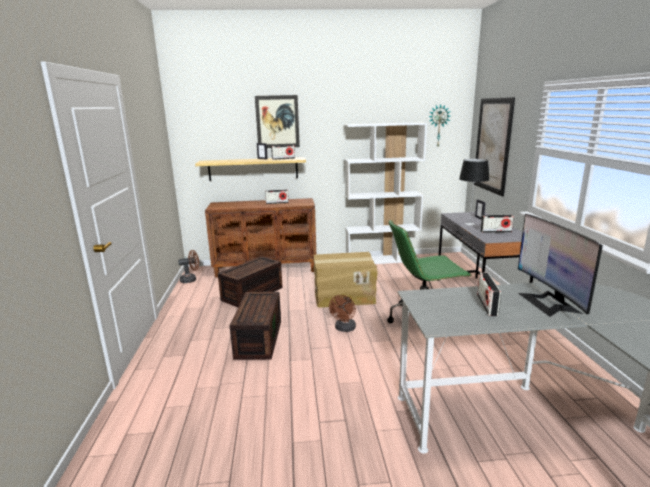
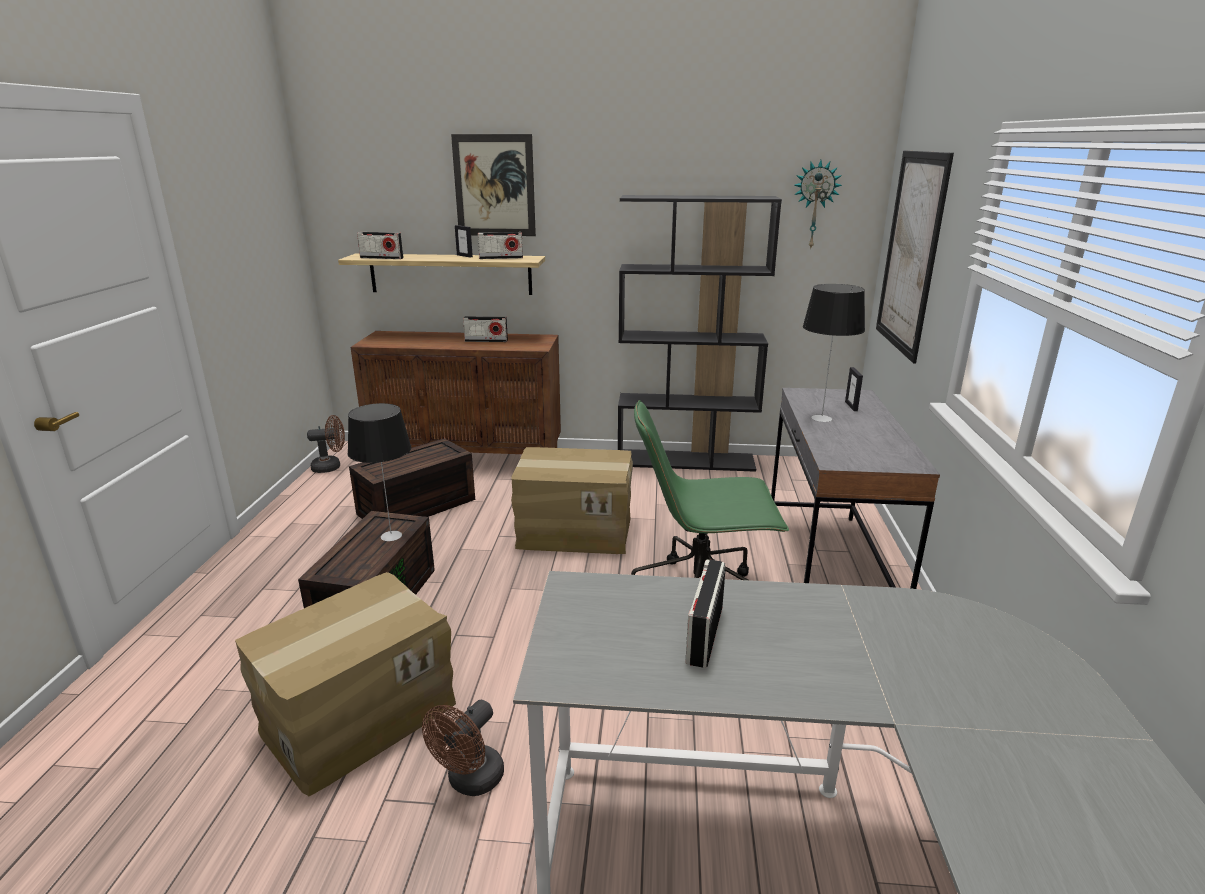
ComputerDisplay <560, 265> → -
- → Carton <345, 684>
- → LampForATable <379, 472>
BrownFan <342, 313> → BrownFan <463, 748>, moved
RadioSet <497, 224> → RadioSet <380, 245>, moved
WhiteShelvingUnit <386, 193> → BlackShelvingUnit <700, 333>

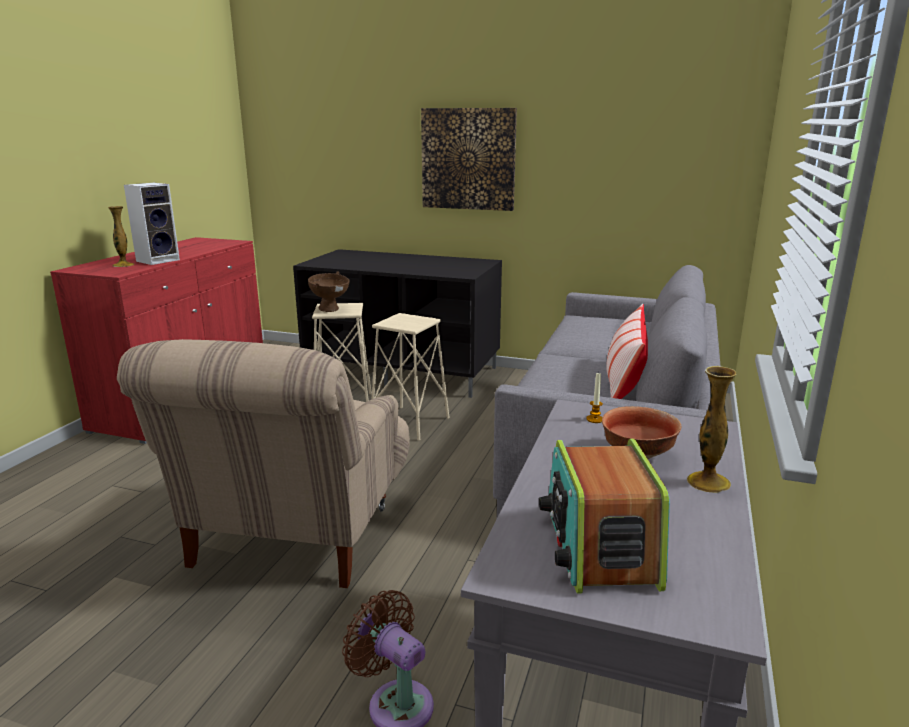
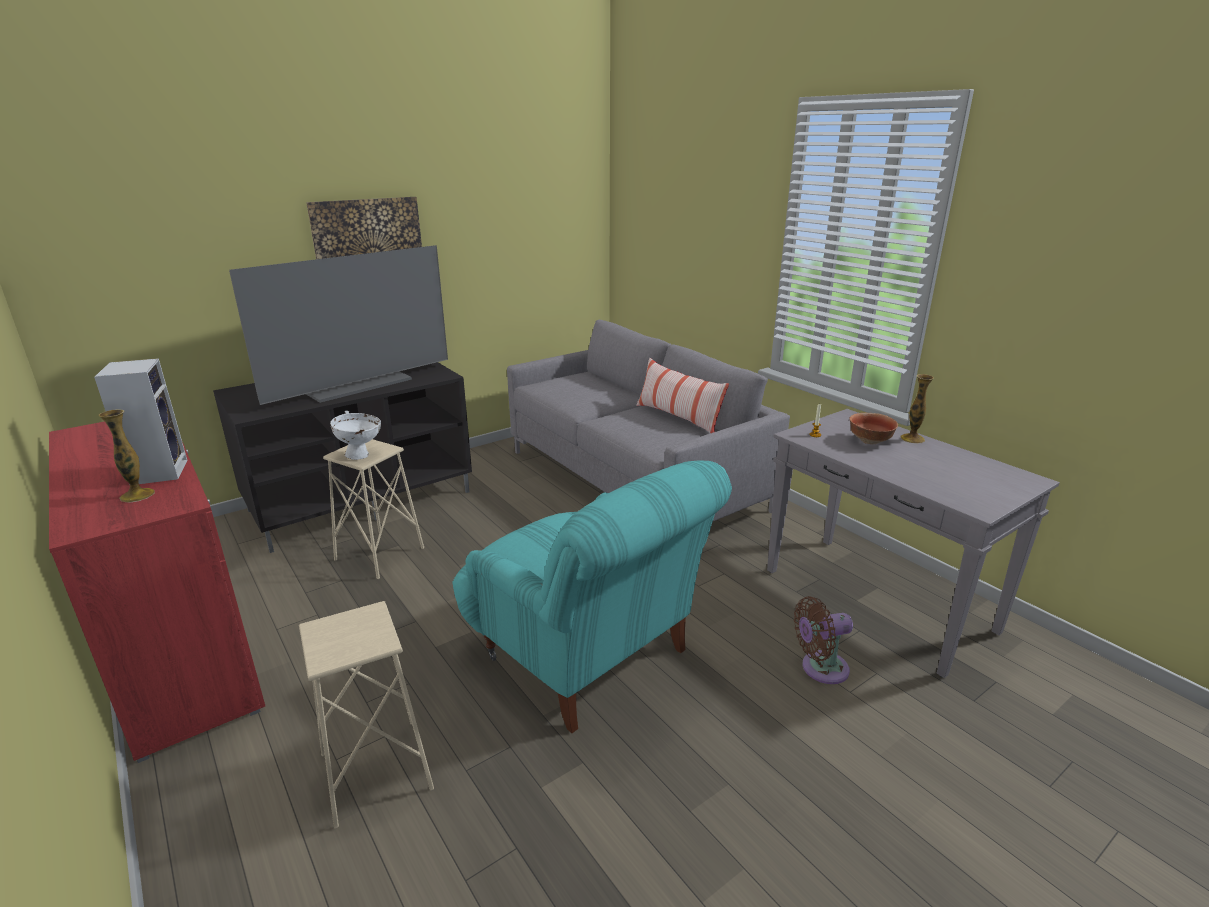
RadioSet <604, 516> → -
- → TvSet <338, 325>
BeigeStool <411, 376> → BeigeStool <366, 715>, moved
BeigeLoungeChair <263, 463> → TurquoiseColouredLoungeChair <592, 597>
BrownDeepDish <329, 292> → WhiteDeepDish <355, 435>

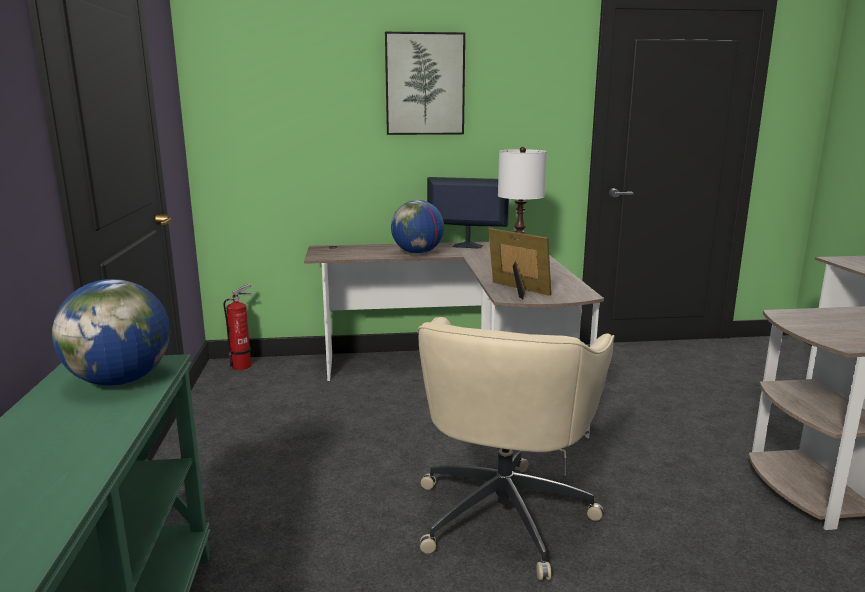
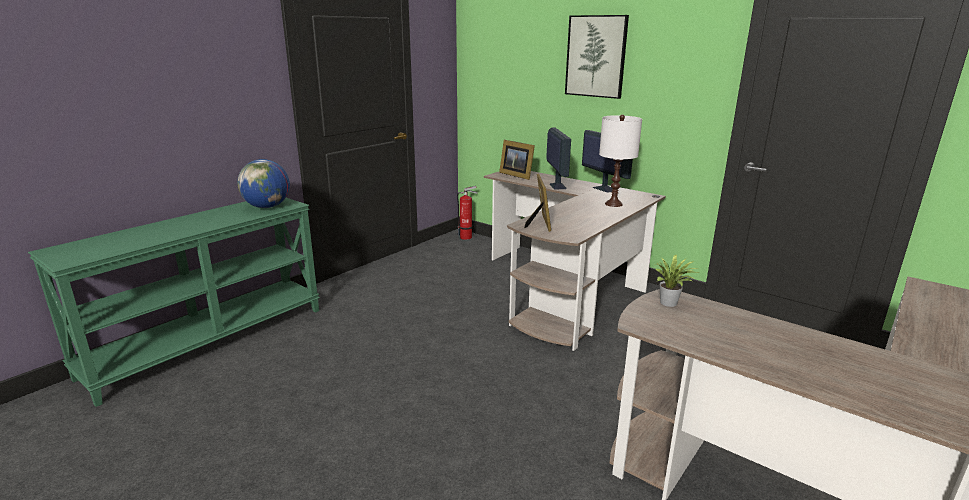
BeigeDeskChair <516, 448> → -
- → StandingFrame <517, 160>
- → Houseplant <676, 281>
Globe <417, 227> → ComputerDisplay <558, 158>

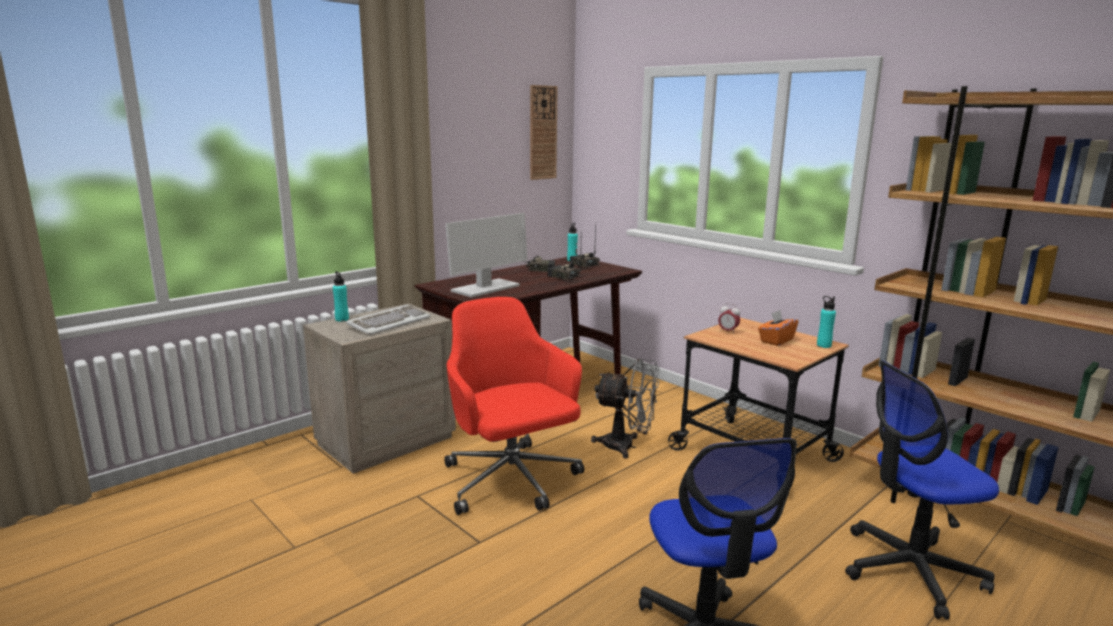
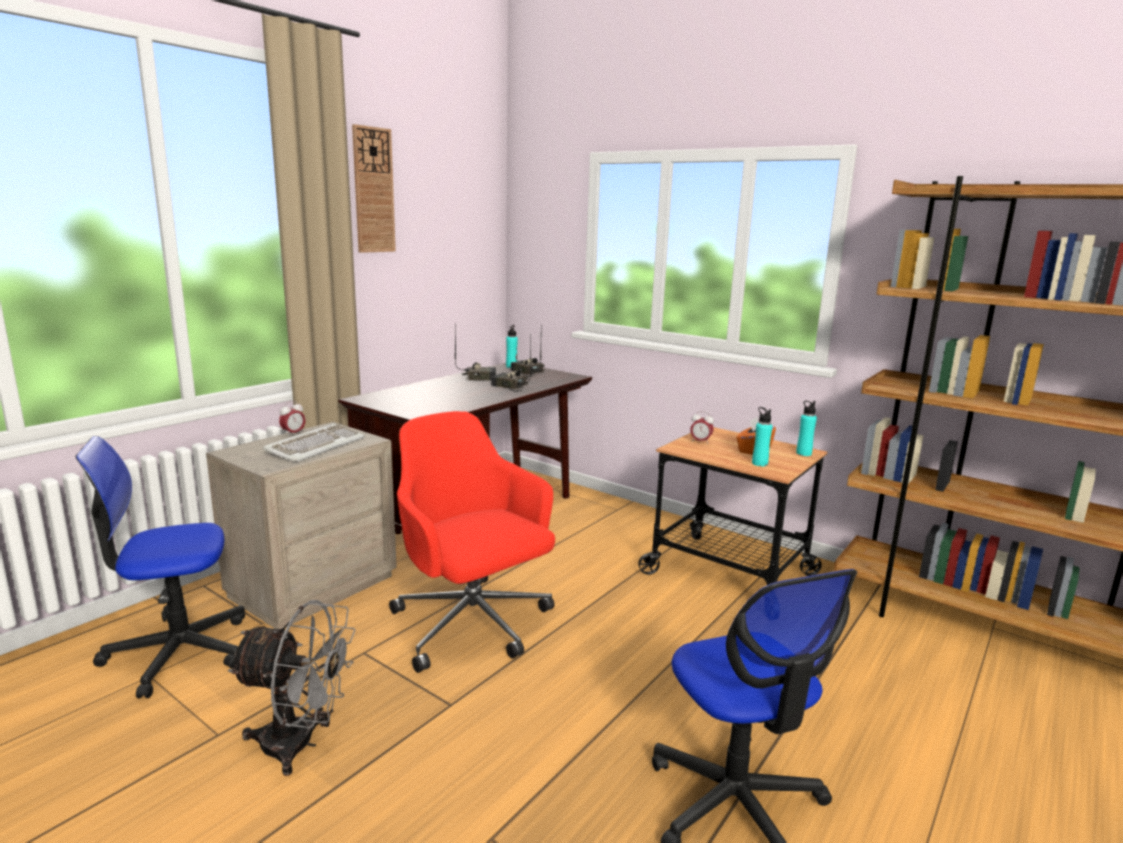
ComputerDisplay <486, 255> → -
- → BedsideClock <292, 419>
TurquoiseColouredBeverageBottle <341, 296> → TurquoiseColouredBeverageBottle <762, 436>, moved
HangingClock <544, 132> → HangingClock <374, 188>, moved
GrayFan <625, 408> → GrayFan <291, 688>, moved
DeskChair <922, 490> → DeskChair <160, 567>, moved

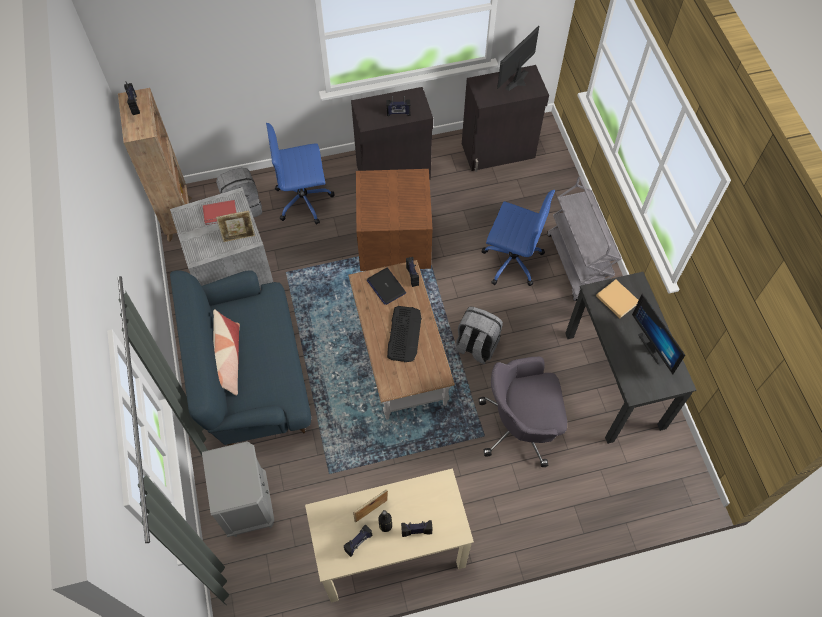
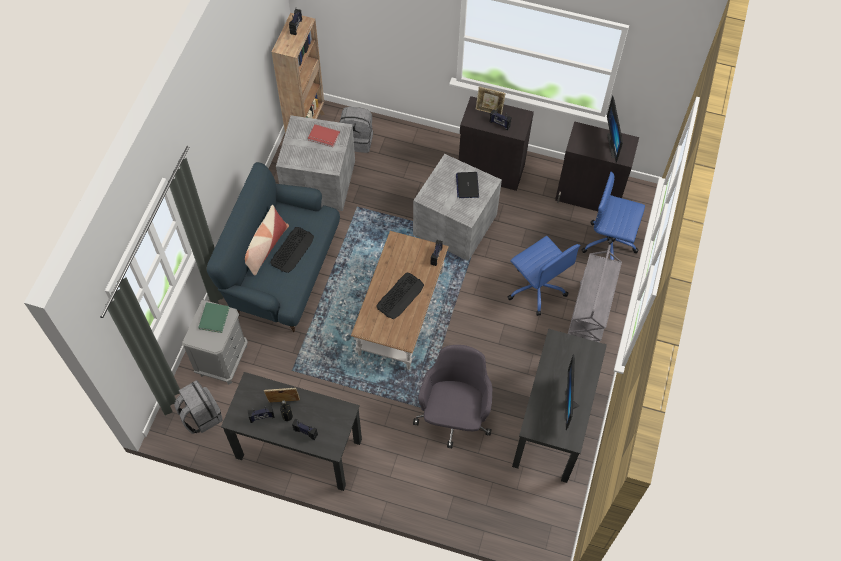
BeigeBook <617, 298> → -
- → GreenBook <213, 317>
- → ComputerKeyboard <292, 250>
StandingFrame <235, 226> → StandingFrame <491, 100>, moved
BluishDeskChair <300, 174> → BluishDeskChair <613, 216>, moved
PortableComputer <386, 286> → PortableComputer <467, 185>, moved
GrayRucksack <479, 335> → GrayRucksack <198, 407>, moved
BeigeDeskTable <389, 535> → BlackDeskTable <291, 431>
BrownStorageContainer <394, 220> → GrayStorageContainer <457, 207>
GrayDeskChair <523, 412> → GrayDeskChair <452, 396>, 75 degrees clockwise
ComputerDisplay <518, 58> → ComputerDisplay <615, 129>, 75 degrees counterclockwise

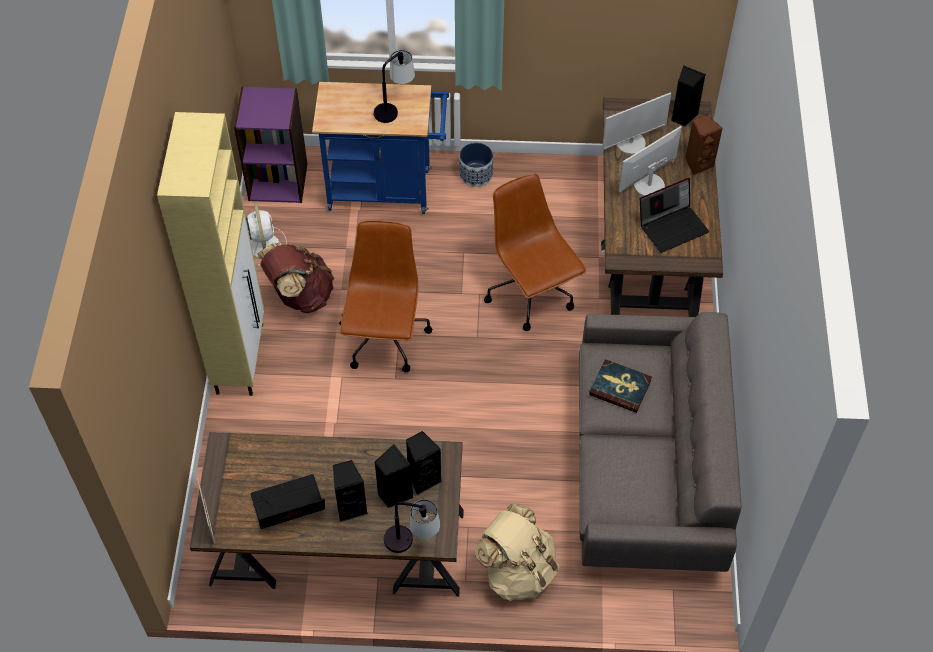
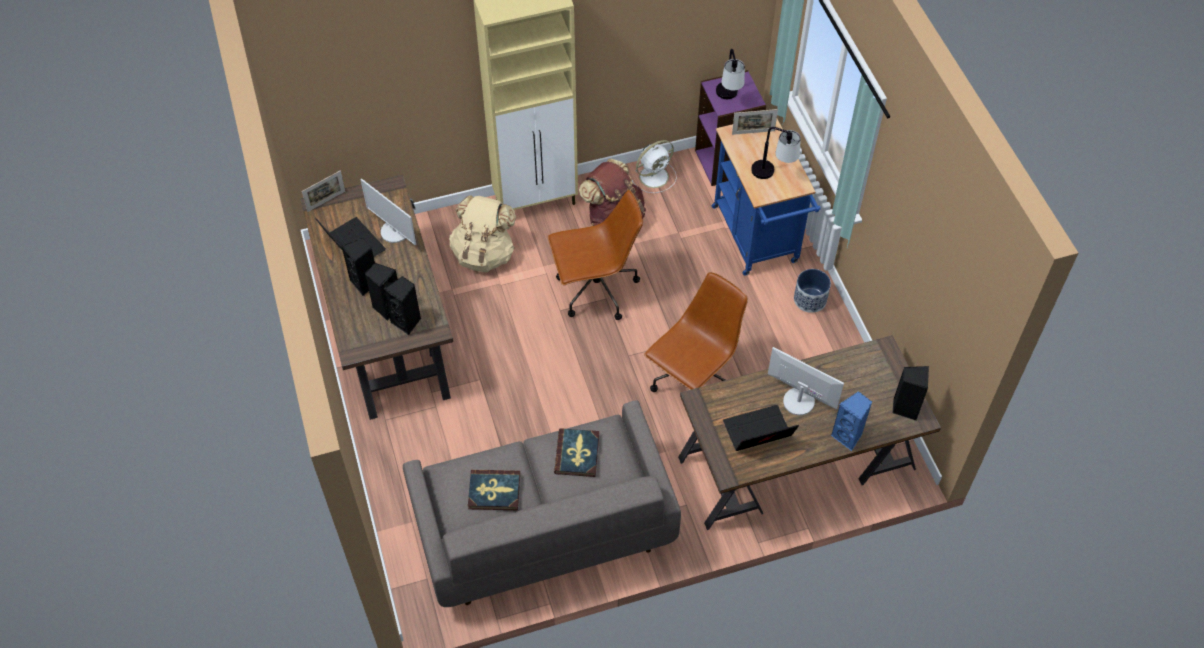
- → Book <494, 490>
- → StandingFrame <755, 122>
LampForATable <412, 526> → LampForATable <730, 74>, moved
BeigeRucksack <517, 552> → BeigeRucksack <482, 233>, moved
ComputerDisplay <636, 123> → ComputerDisplay <388, 212>, moved
BrownAudioSpeaker <704, 145> → BluishAudioSpeaker <851, 421>
PortableComputer <674, 215> → PortableComputer <761, 428>, 120 degrees clockwise

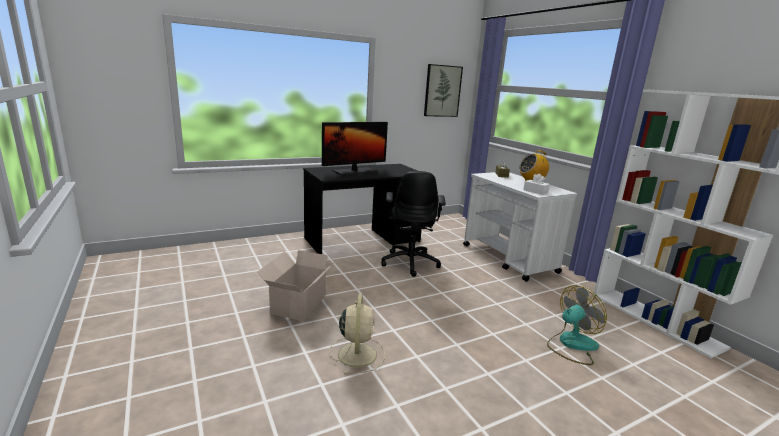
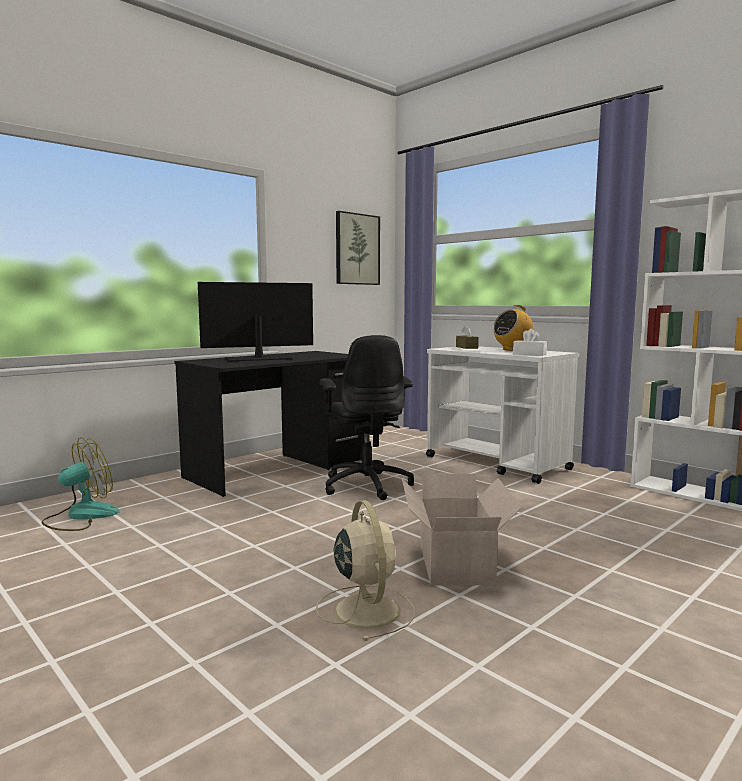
Carton <297, 285> → Carton <461, 530>, moved
Fan <577, 325> → Fan <80, 484>, moved
ComputerDisplay <355, 148> → ComputerDisplay <255, 321>, 150 degrees counterclockwise

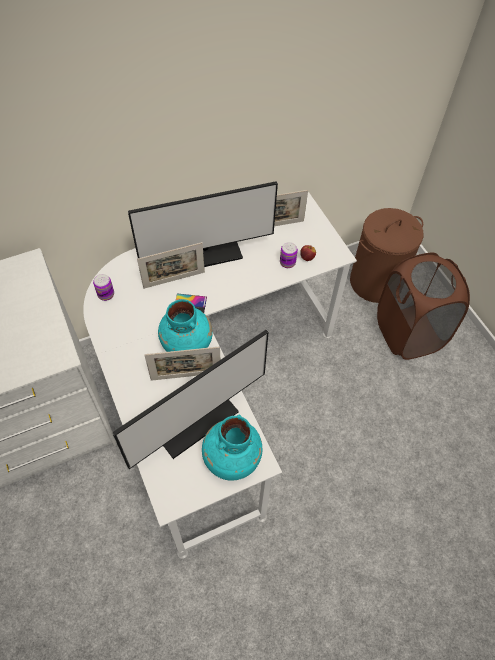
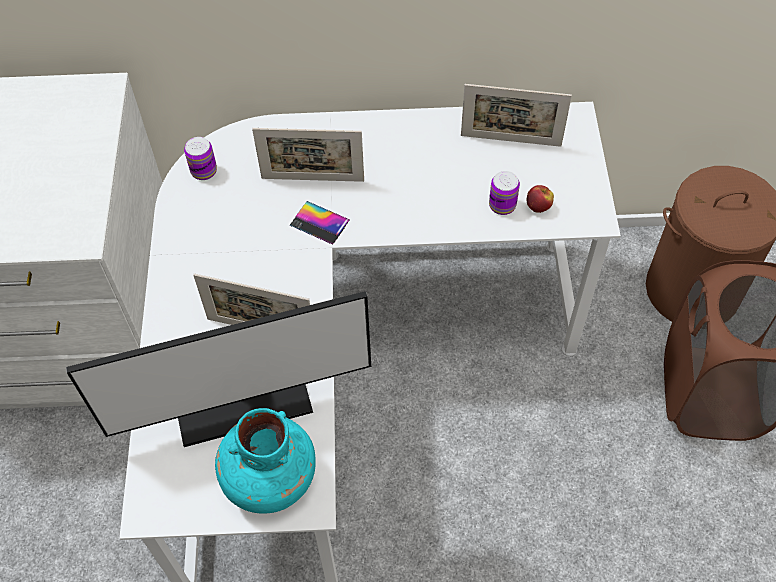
ComputerDisplay <203, 224> → -
TurquoiseColouredDecorativeVase <185, 325> → -

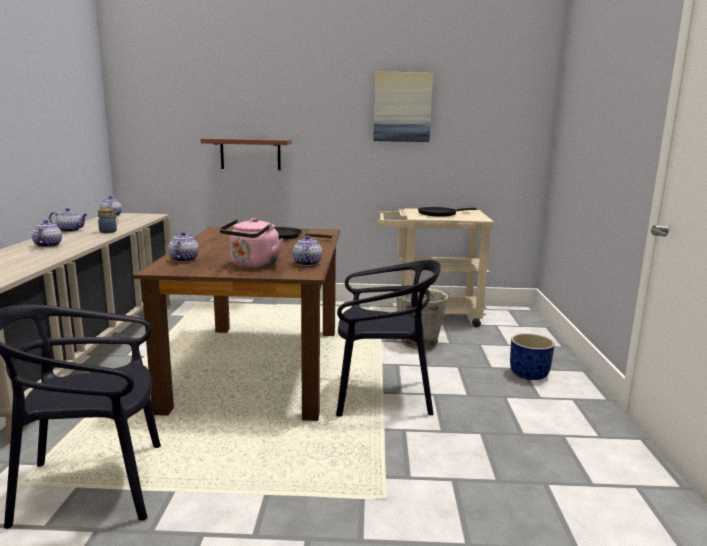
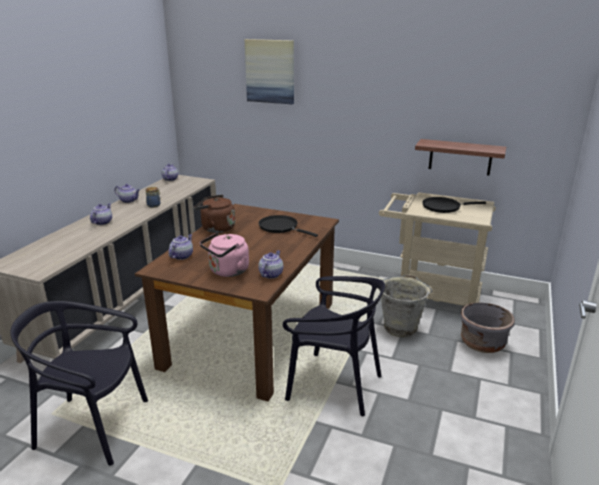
BluishPlanter <532, 356> → -
- → BrownKettle <214, 214>
- → GrayPlanter <487, 328>
WallShelf <246, 154> → WallShelf <460, 157>, moved
Picture <403, 106> → Picture <269, 71>, moved

